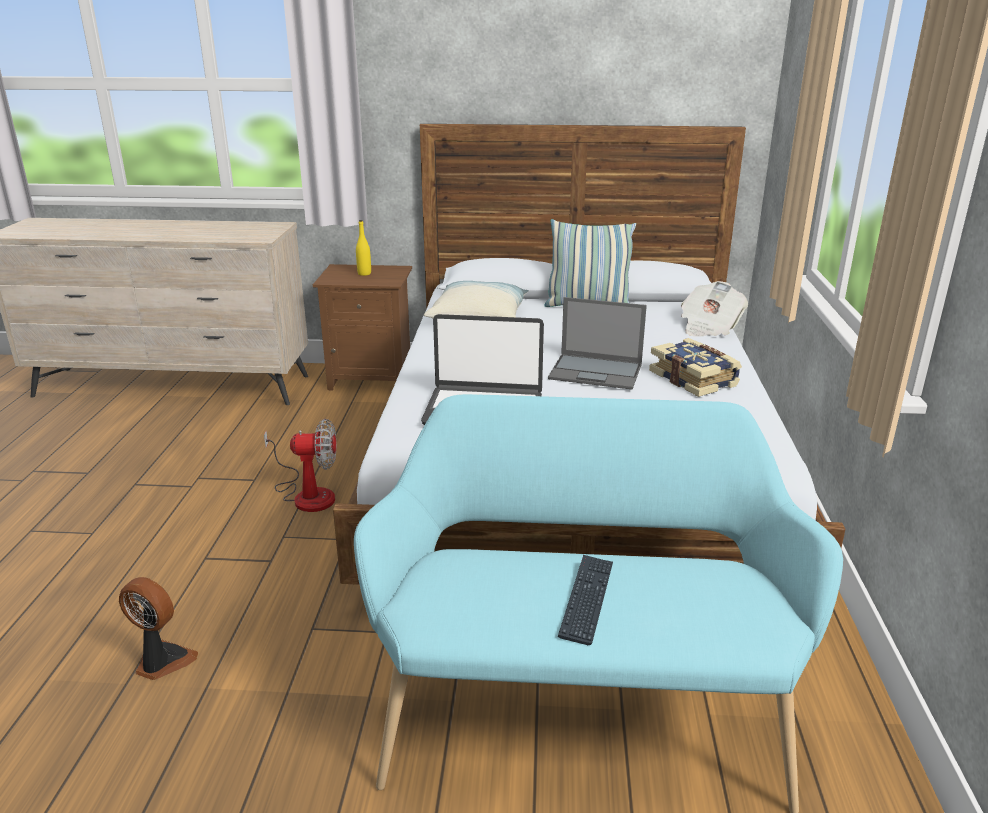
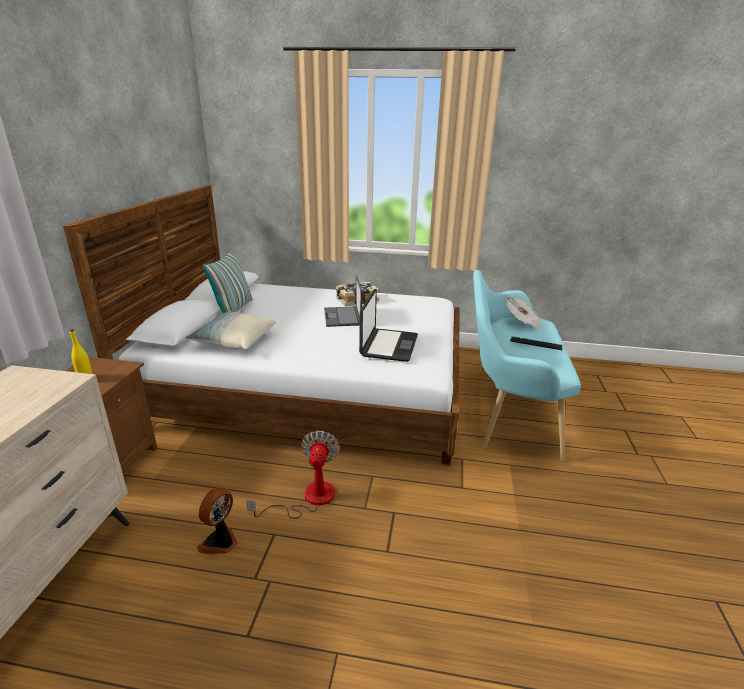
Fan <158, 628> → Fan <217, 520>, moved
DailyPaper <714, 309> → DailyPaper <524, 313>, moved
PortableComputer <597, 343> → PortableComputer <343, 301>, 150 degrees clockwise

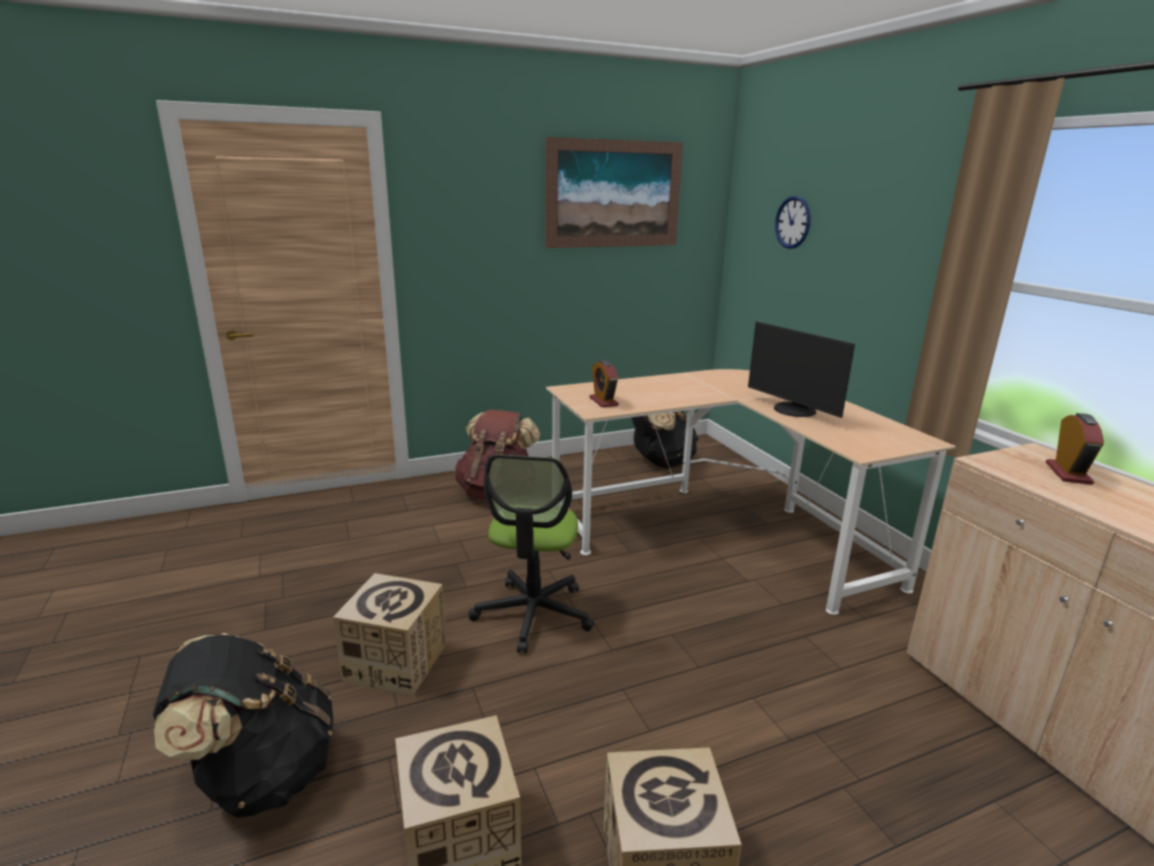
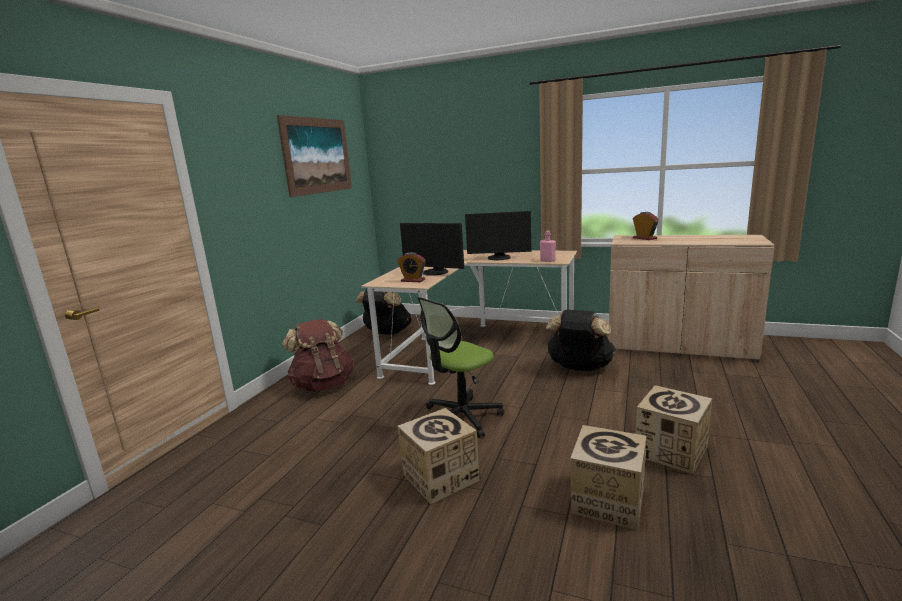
HangingClock <793, 222> → -
- → ComputerDisplay <432, 249>
- → PinkBeverageBottle <548, 246>
BlackRucksack <243, 725> → BlackRucksack <581, 340>, moved
DeskChair <531, 553> → DeskChair <460, 367>, 90 degrees clockwise

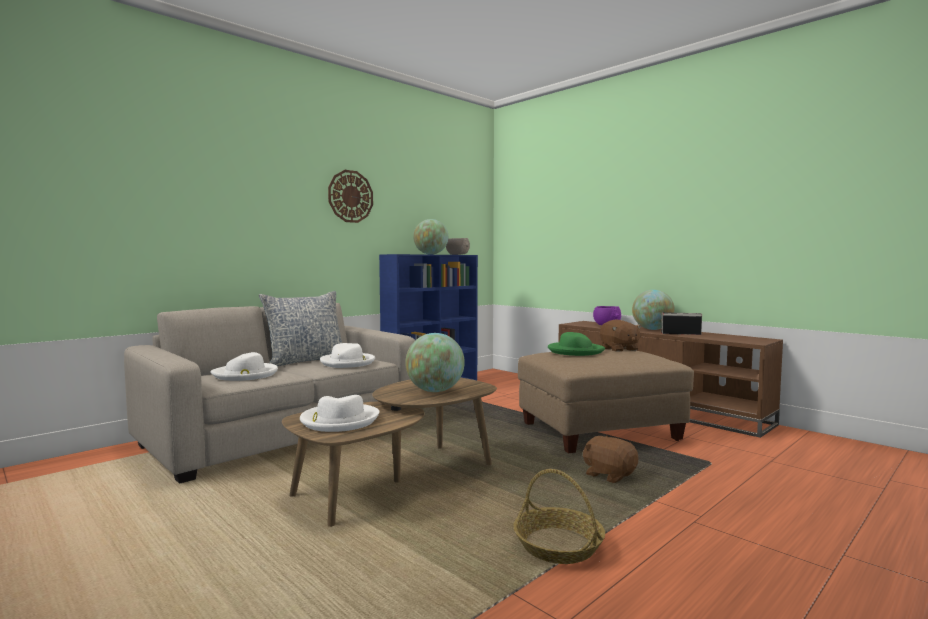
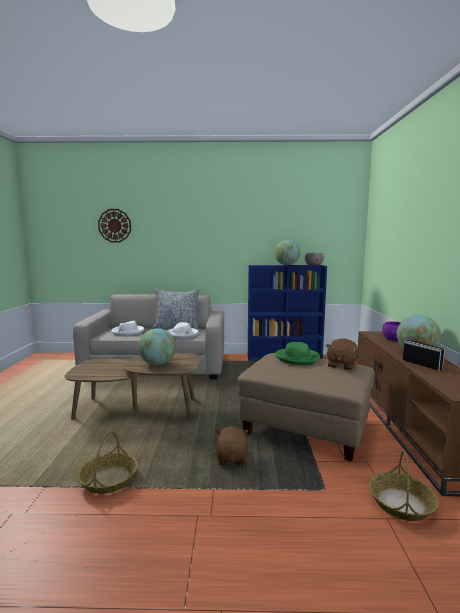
WhiteClothingHat <339, 413> → -
- → StorageBasket <404, 485>
HangingClock <350, 196> → HangingClock <114, 226>, moved

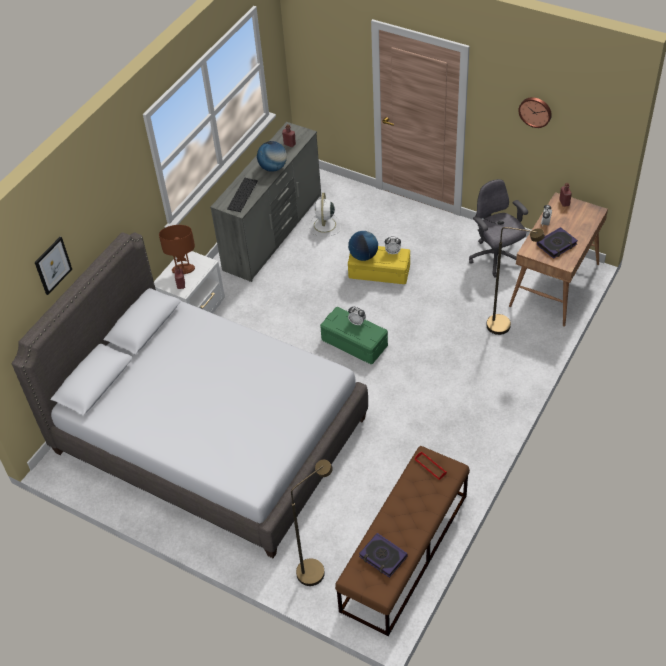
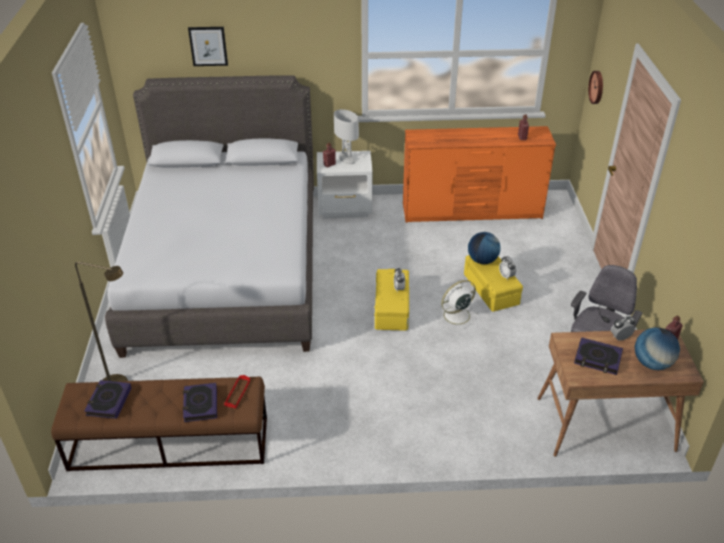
ComputerKeyboard <242, 195> → -
BrownStandingLamp <515, 281> → -
- → Book <200, 402>
Globe <272, 156> → Globe <657, 348>, moved
WhiteFan <325, 215> → WhiteFan <457, 305>, moved
HangingClock <535, 112> → HangingClock <595, 87>, moved
BrownLampForATable <177, 249> → WhiteLampForATable <346, 136>
GrayDresser <265, 202> → OrangeDresser <479, 174>
GreenStorageContainer <354, 335> → YellowishStorageContainer <391, 300>

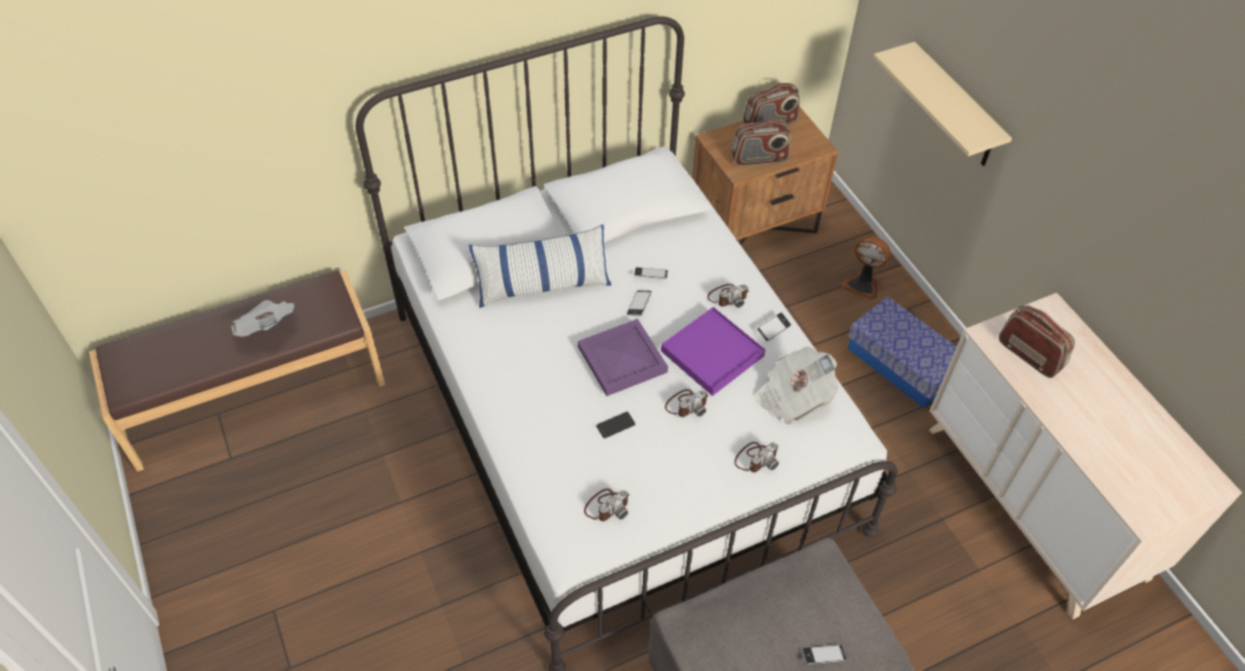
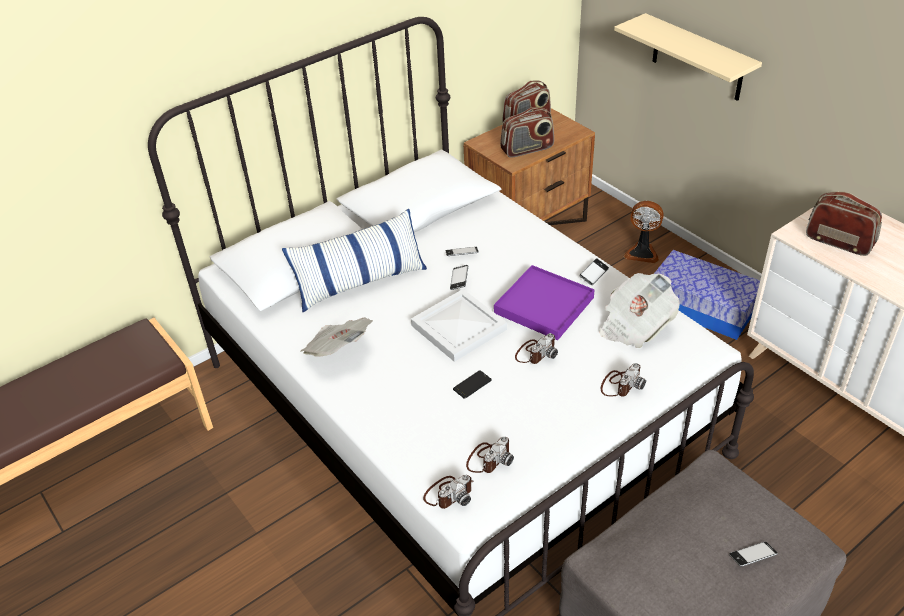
DailyPaper <263, 318> → DailyPaper <336, 337>, moved
StillCamera <728, 296> → StillCamera <448, 492>, moved
PurplishTray <623, 357> → WhiteTray <459, 325>

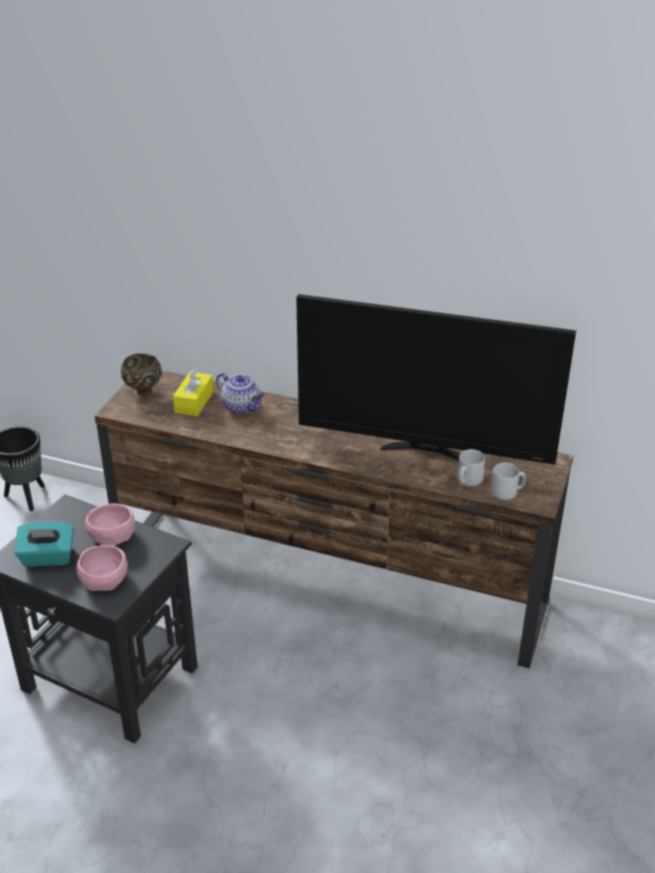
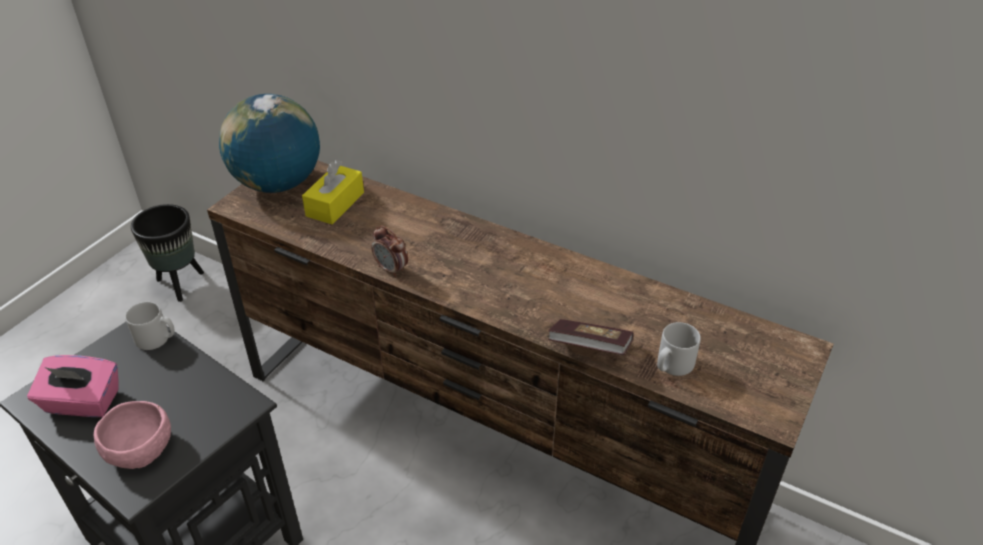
PinkDeepDish <110, 524> → -
PotForTea <240, 393> → -
TvSet <436, 379> → -
- → BedsideClock <389, 251>
- → Book <591, 337>
GrayMug <508, 481> → GrayMug <150, 326>, moved
BrownDeepDish <141, 375> → Globe <269, 143>
TurquoiseColouredTissueHolder <44, 544> → PinkTissueHolder <73, 386>

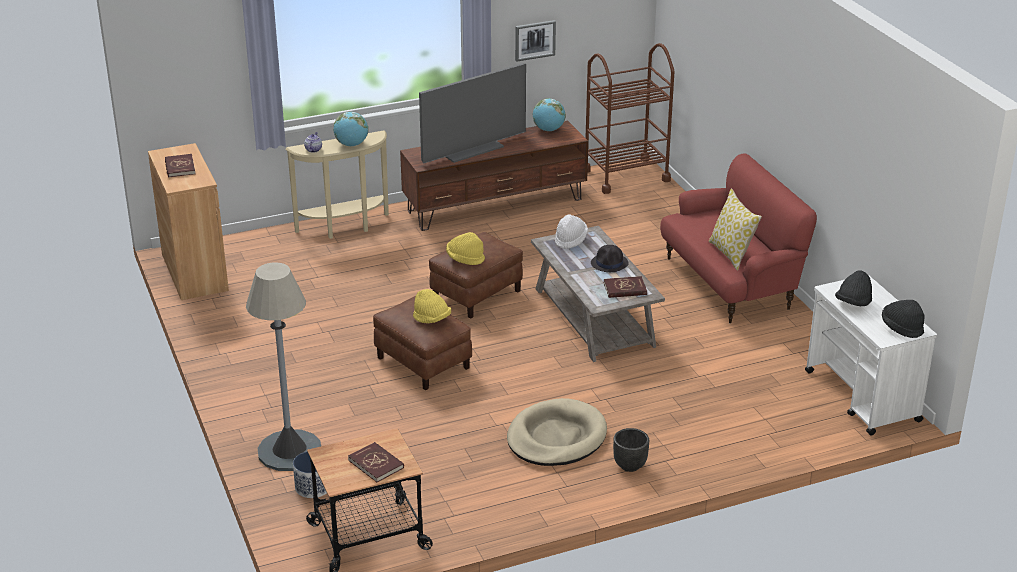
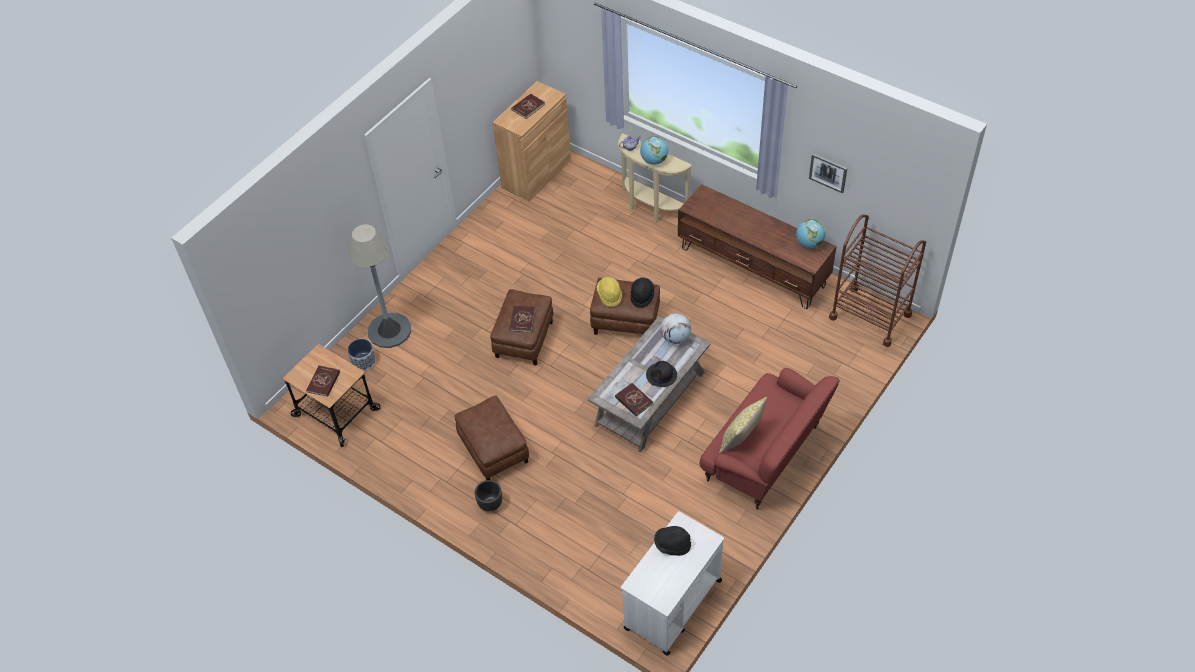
TvSet <472, 113> → -
BlackClothingHat <903, 319> → BlackClothingHat <642, 293>, moved
YellowishClothingHat <432, 306> → RedColouredBook <522, 319>
BeigePetBed <557, 432> → BrownPouffe <491, 437>
WhiteClothingHat <571, 231> → Globe <676, 328>

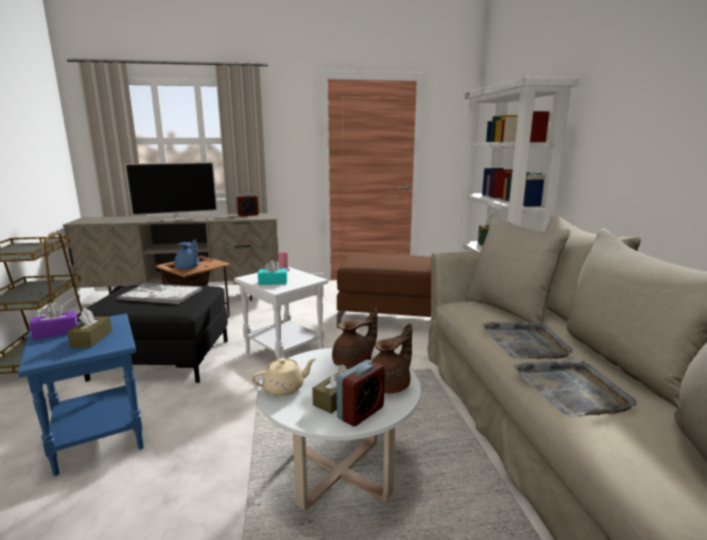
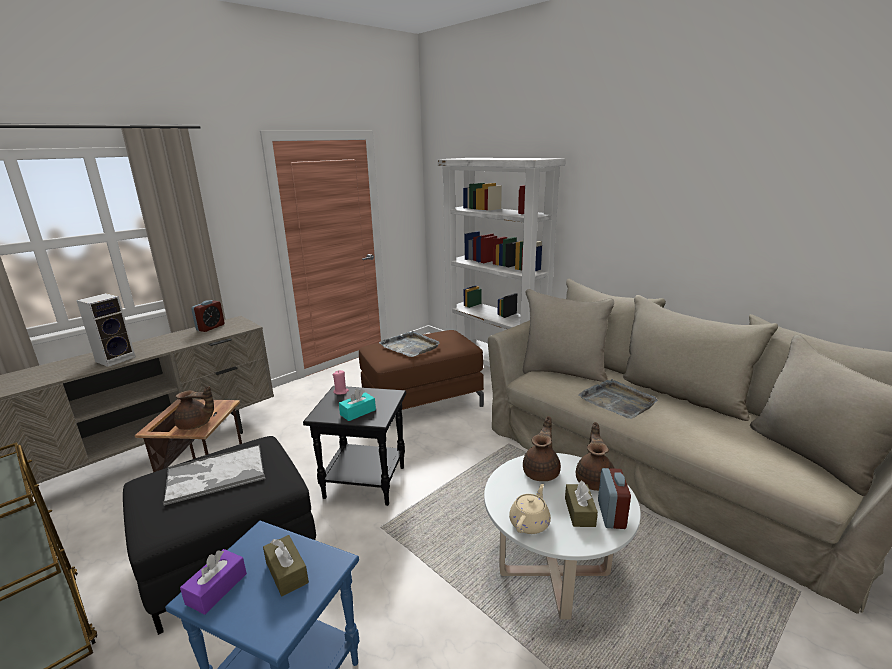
GrayTray <574, 388> → GrayTray <409, 344>, moved
TvSet <171, 191> → AudioSpeaker <106, 330>
BluishPotForTea <186, 254> → BrownPotForTea <194, 408>
WhiteAccentTable <281, 313> → BlackAccentTable <354, 446>

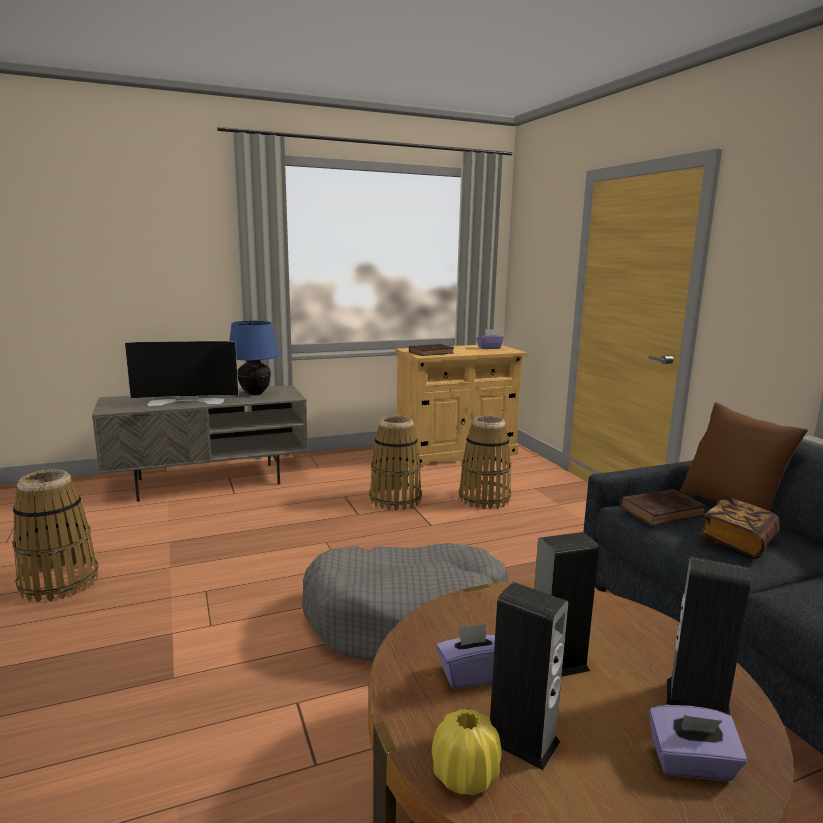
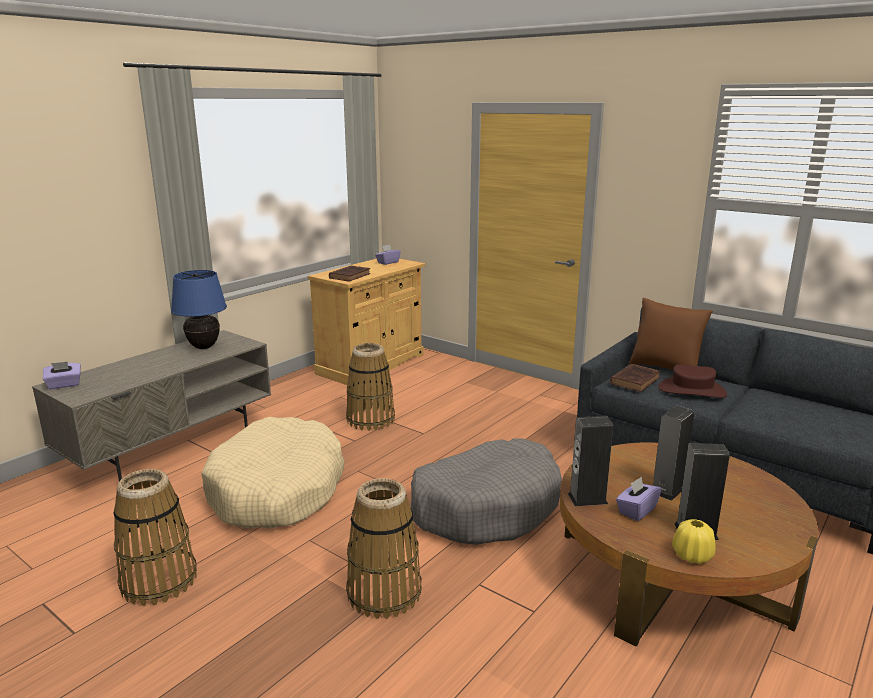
TvSet <181, 373> → -
- → BeigePetBed <272, 473>
StorageBasket <485, 462> → StorageBasket <384, 548>, moved
PurplishTissueHolder <698, 743> → PurplishTissueHolder <62, 375>, moved
AudioSpeaker <708, 636> → AudioSpeaker <590, 461>, moved
Book <739, 528> → BrownClothingHat <692, 381>

